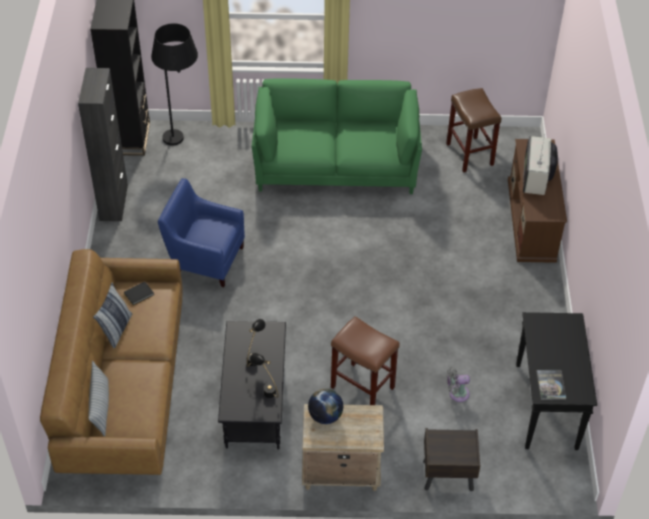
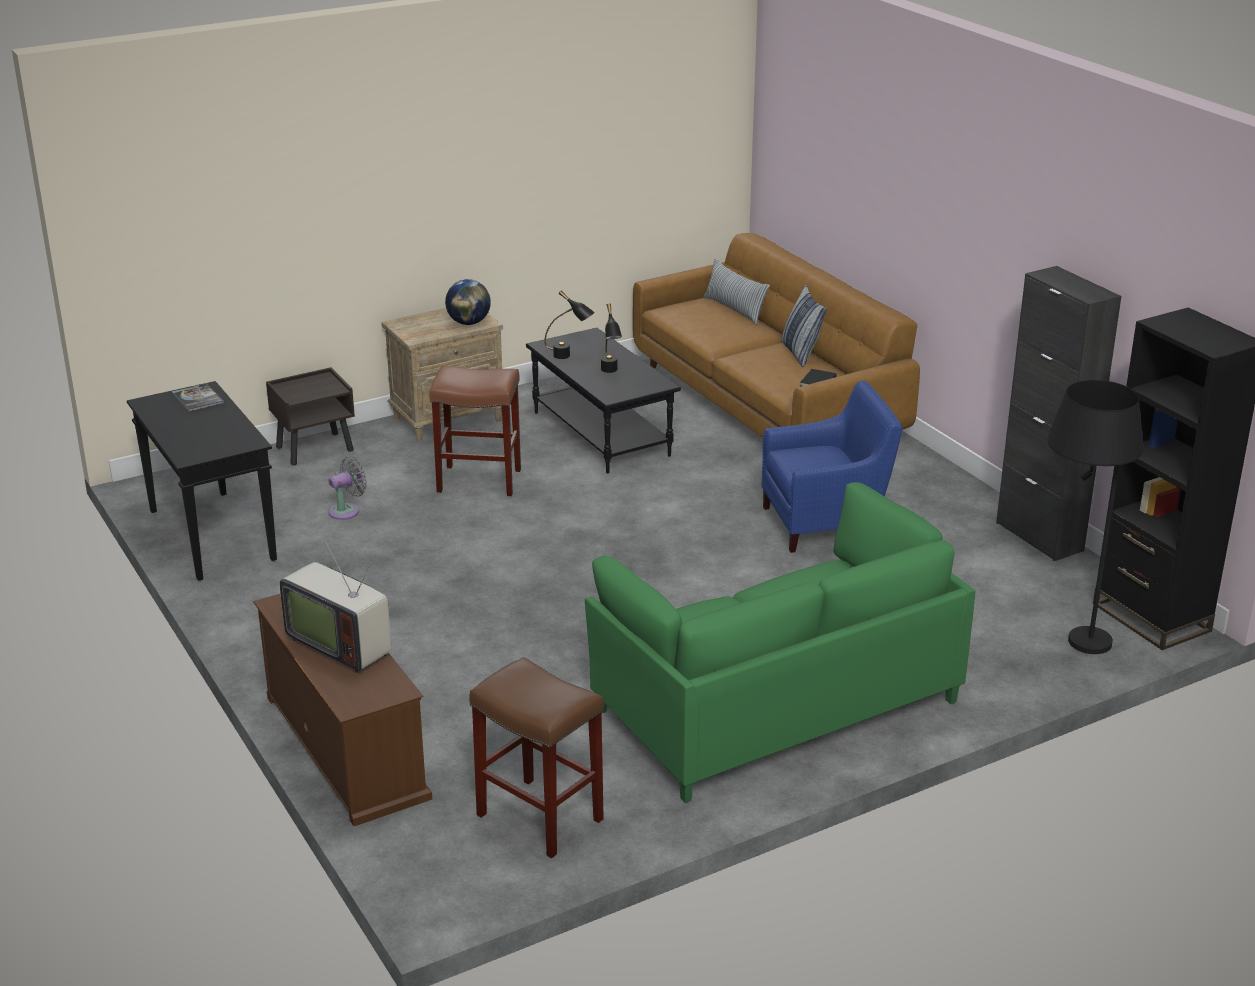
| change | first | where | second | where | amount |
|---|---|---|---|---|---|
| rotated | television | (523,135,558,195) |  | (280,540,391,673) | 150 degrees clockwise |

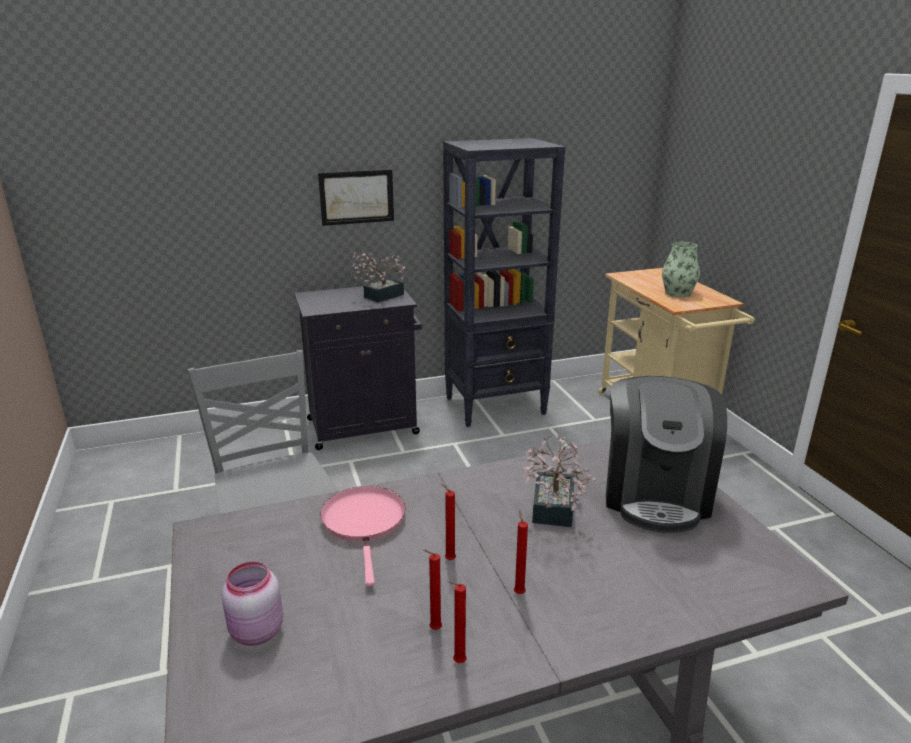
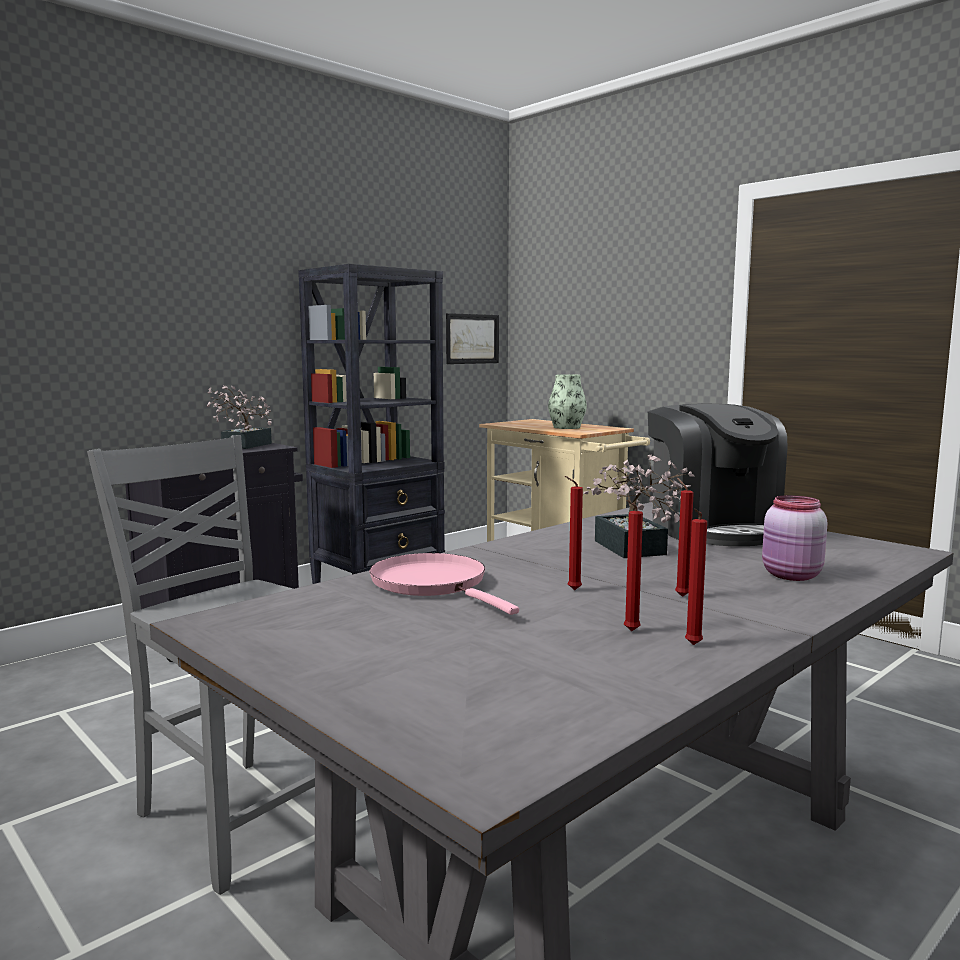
| change | first | where | second | where | amount |
|---|---|---|---|---|---|
| shifted | picture | (318,169,394,226) |  | (446,313,499,364) |  |
| shifted | jar/pink | (222,561,283,646) |  | (762,495,828,581) |  |

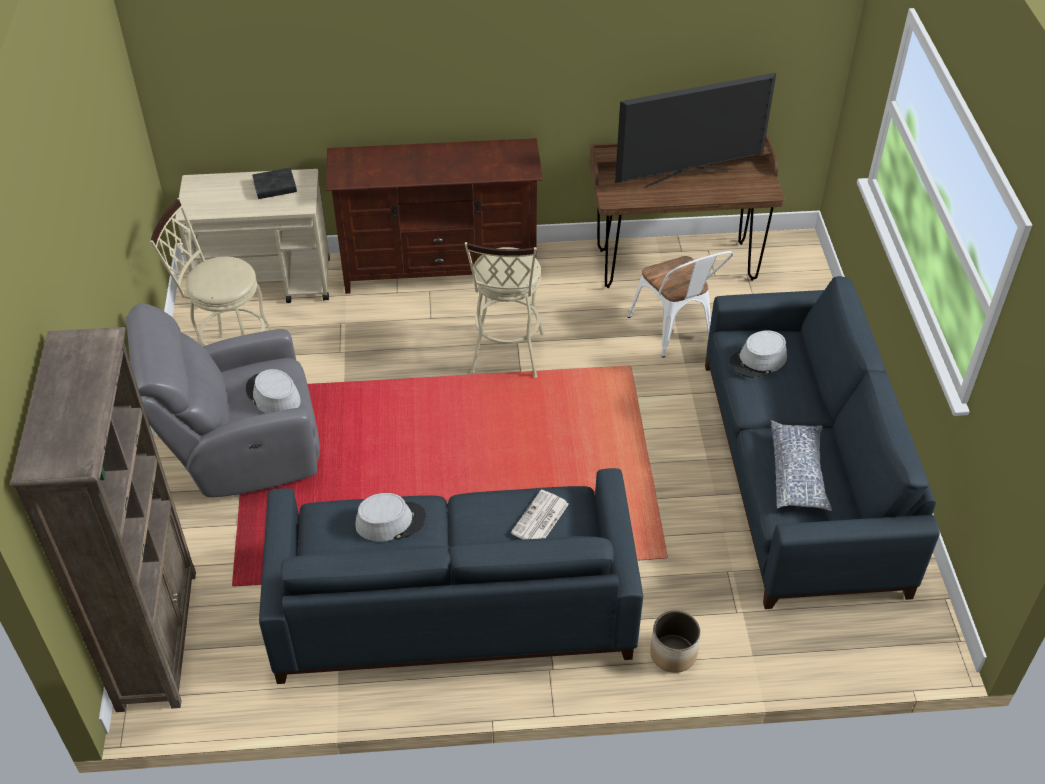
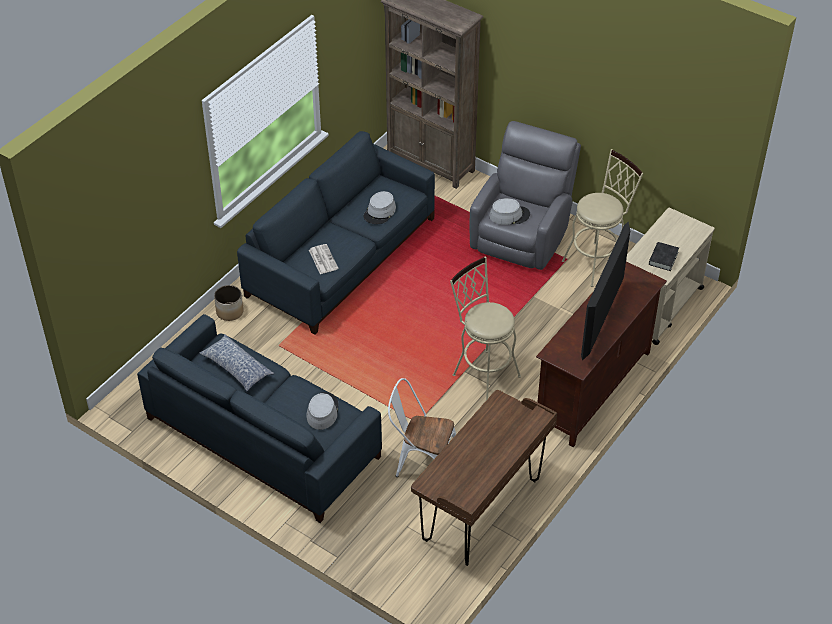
| change | first | where | second | where | amount |
|---|---|---|---|---|---|
| shifted | television | (615,73,776,188) |  | (581,222,630,361) |  |

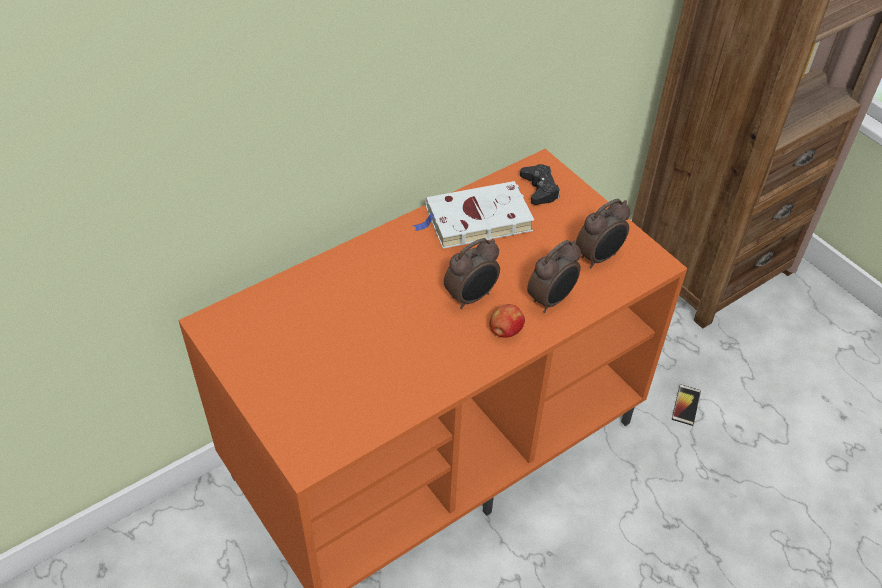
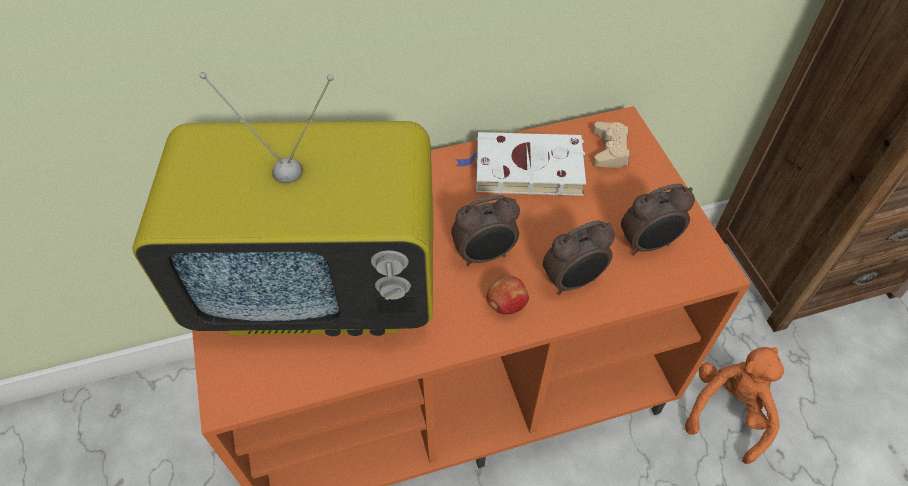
| change | first | where | second | where | amount |
|---|---|---|---|---|---|
| new |  |  | television | (132,72,433,336) |  |
| repainted | game controller/black | (520,164,560,205) | game controller/beige | (593,122,630,168) |  |
| swapped | phone | (672,384,701,426) | plush toy/orange | (685,347,784,464) |  |

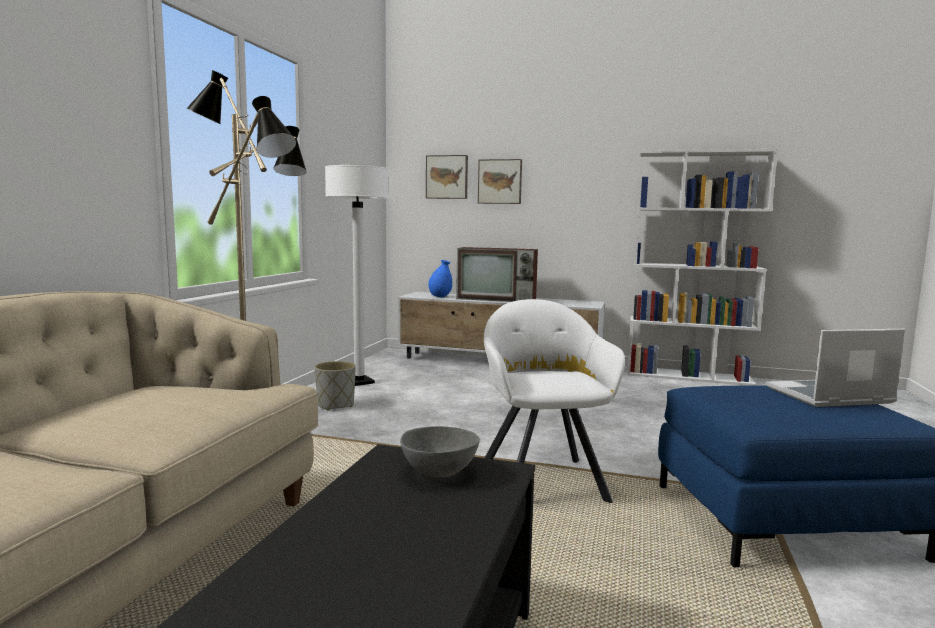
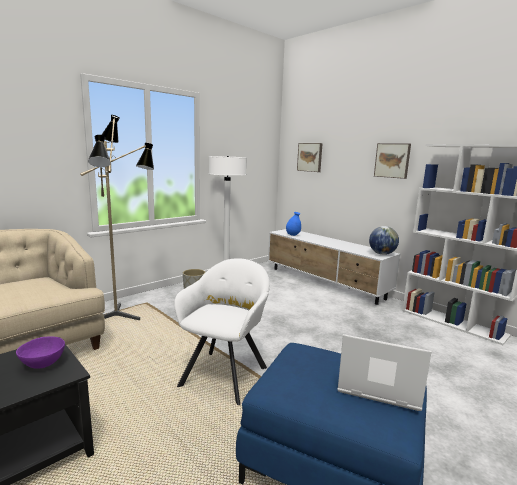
| change | first | where | second | where | amount |
|---|---|---|---|---|---|
| repainted | bowl/grey | (400,426,480,477) | bowl/purple | (16,336,65,369) |  |
| new |  |  | globe | (369,226,399,255) |  |
| shifted | picture | (478,159,522,204) |  | (374,143,411,179) |  |
| gone | television | (456,247,538,302) |  |  |  |

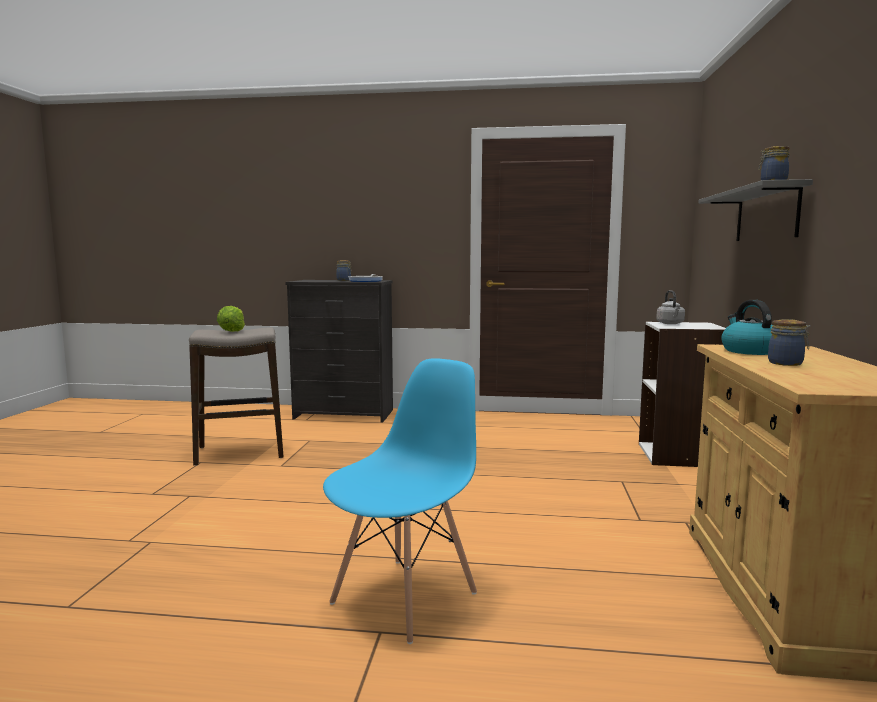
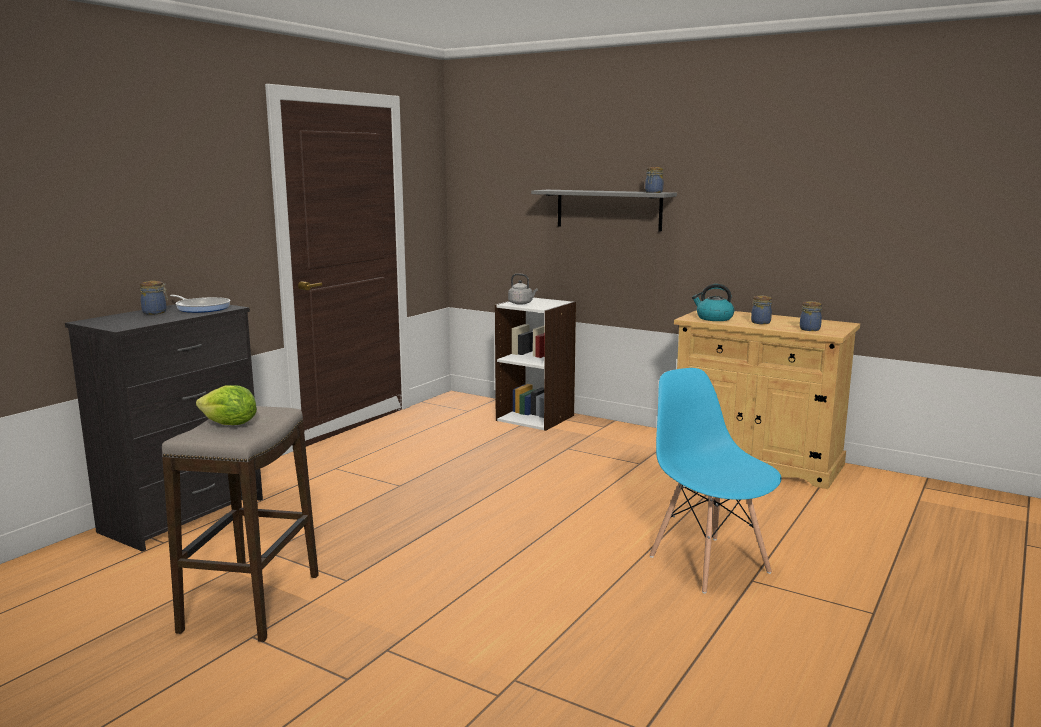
| change | first | where | second | where | amount |
|---|---|---|---|---|---|
| new |  |  | jar | (800,301,822,331) |  |

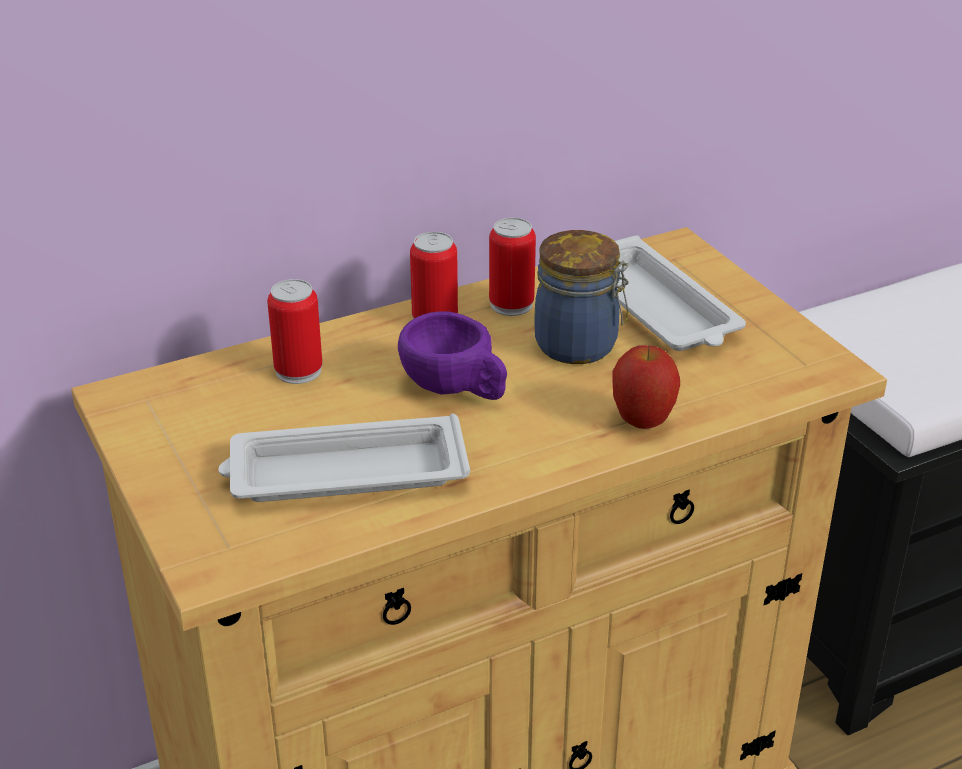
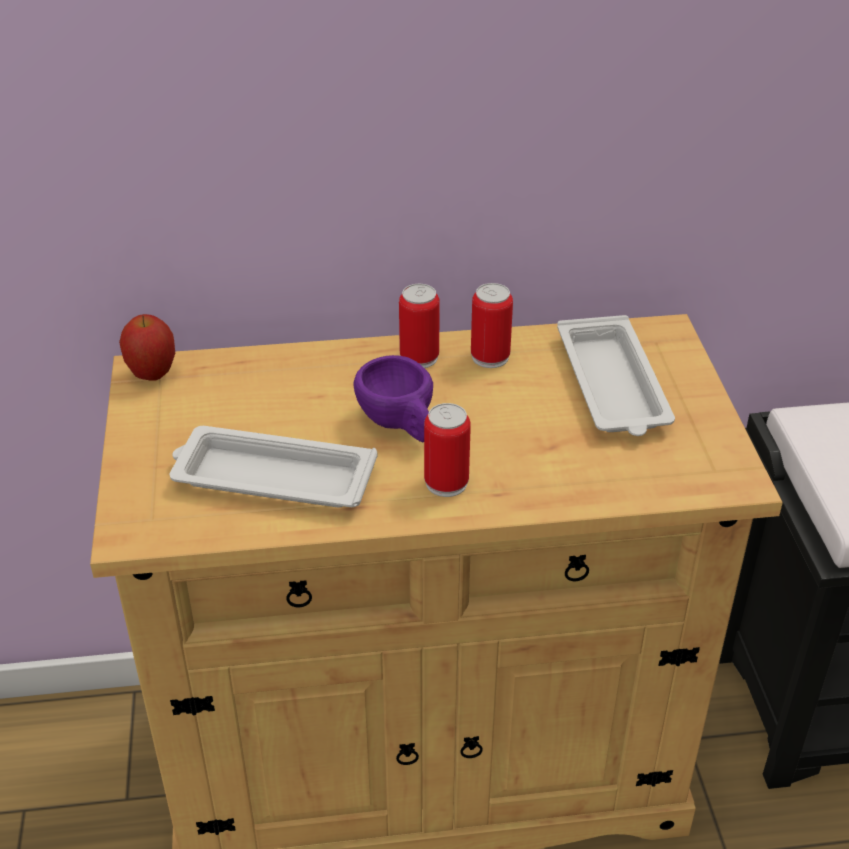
| change | first | where | second | where | amount |
|---|---|---|---|---|---|
| shifted | apple | (612,345,680,429) |  | (119,314,175,381) |  |
| shifted | can | (267,279,322,384) |  | (424,403,471,497) |  |
| gone | jar | (534,230,629,364) |  |  |  |

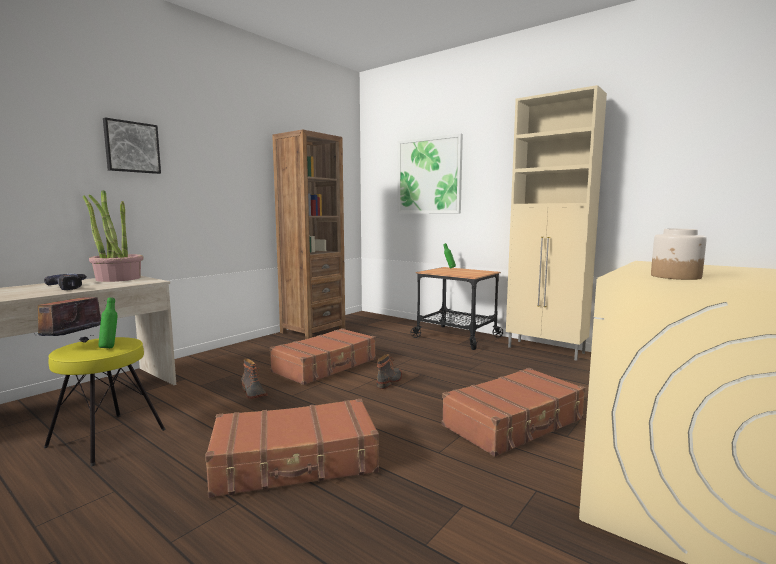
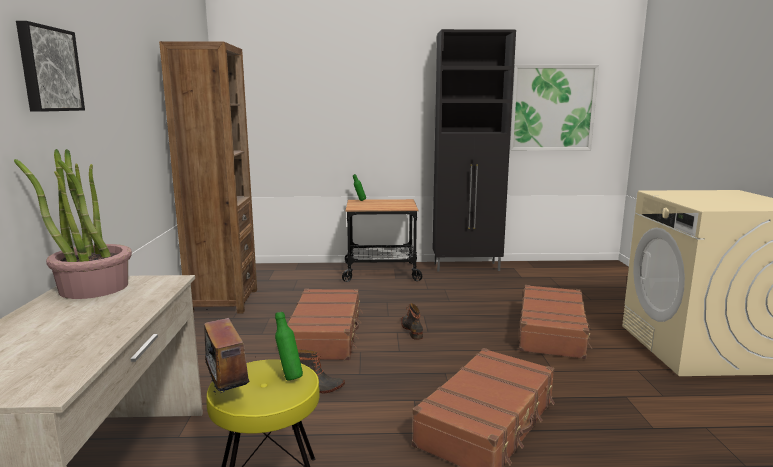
| change | first | where | second | where | amount |
|---|---|---|---|---|---|
| repainted | cabinet/beige | (506,85,607,361) | cabinet/black | (433,29,516,272) |  |
| shifted | picture | (397,133,463,213) |  | (510,65,599,151) |  |
| gone | power drill | (44,274,87,290) |  |  |  |
| gone | jar | (651,229,707,280) |  |  |  |

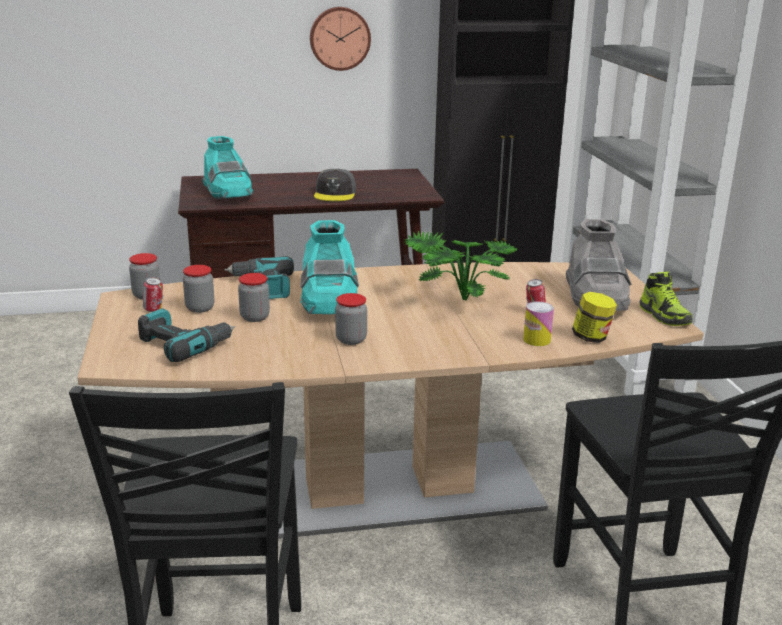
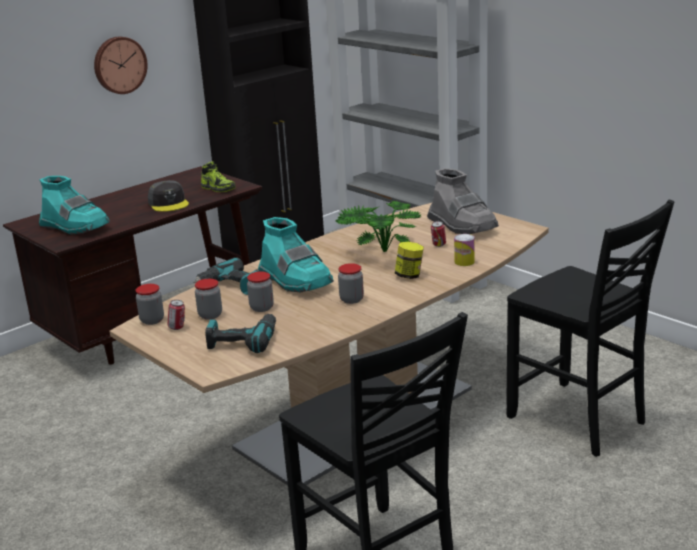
| change | first | where | second | where | amount |
|---|---|---|---|---|---|
| shifted | shoe | (639,271,693,326) |  | (201,161,236,192) |  |
| shifted | jar | (572,292,617,343) |  | (395,242,424,279) |  |

